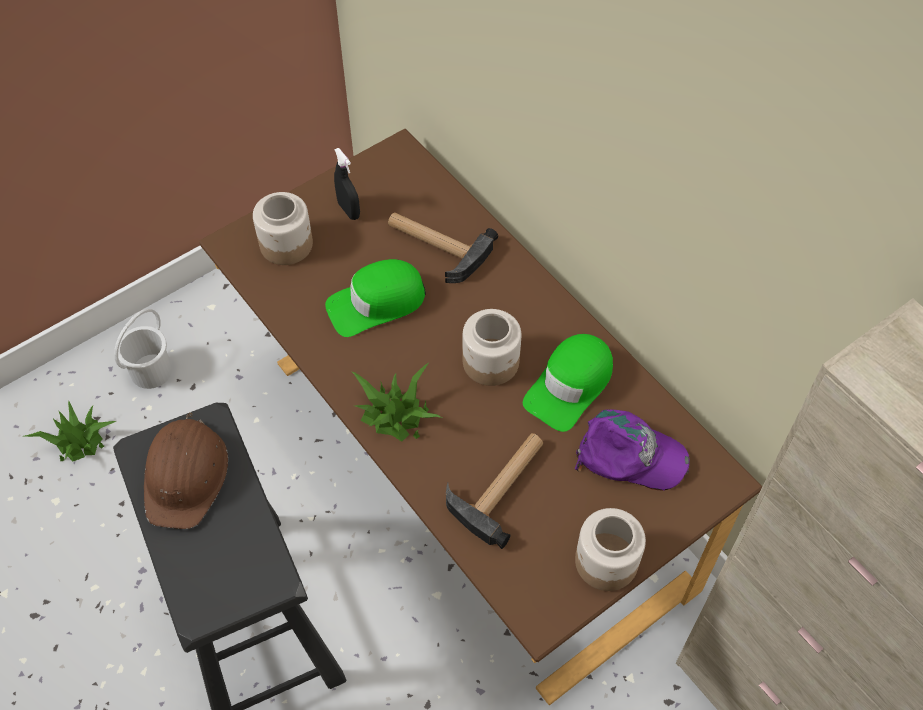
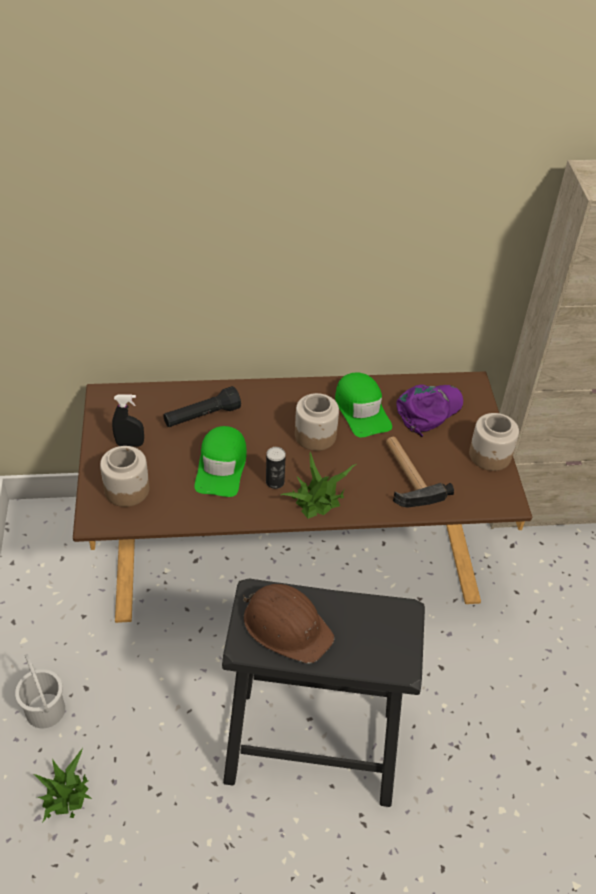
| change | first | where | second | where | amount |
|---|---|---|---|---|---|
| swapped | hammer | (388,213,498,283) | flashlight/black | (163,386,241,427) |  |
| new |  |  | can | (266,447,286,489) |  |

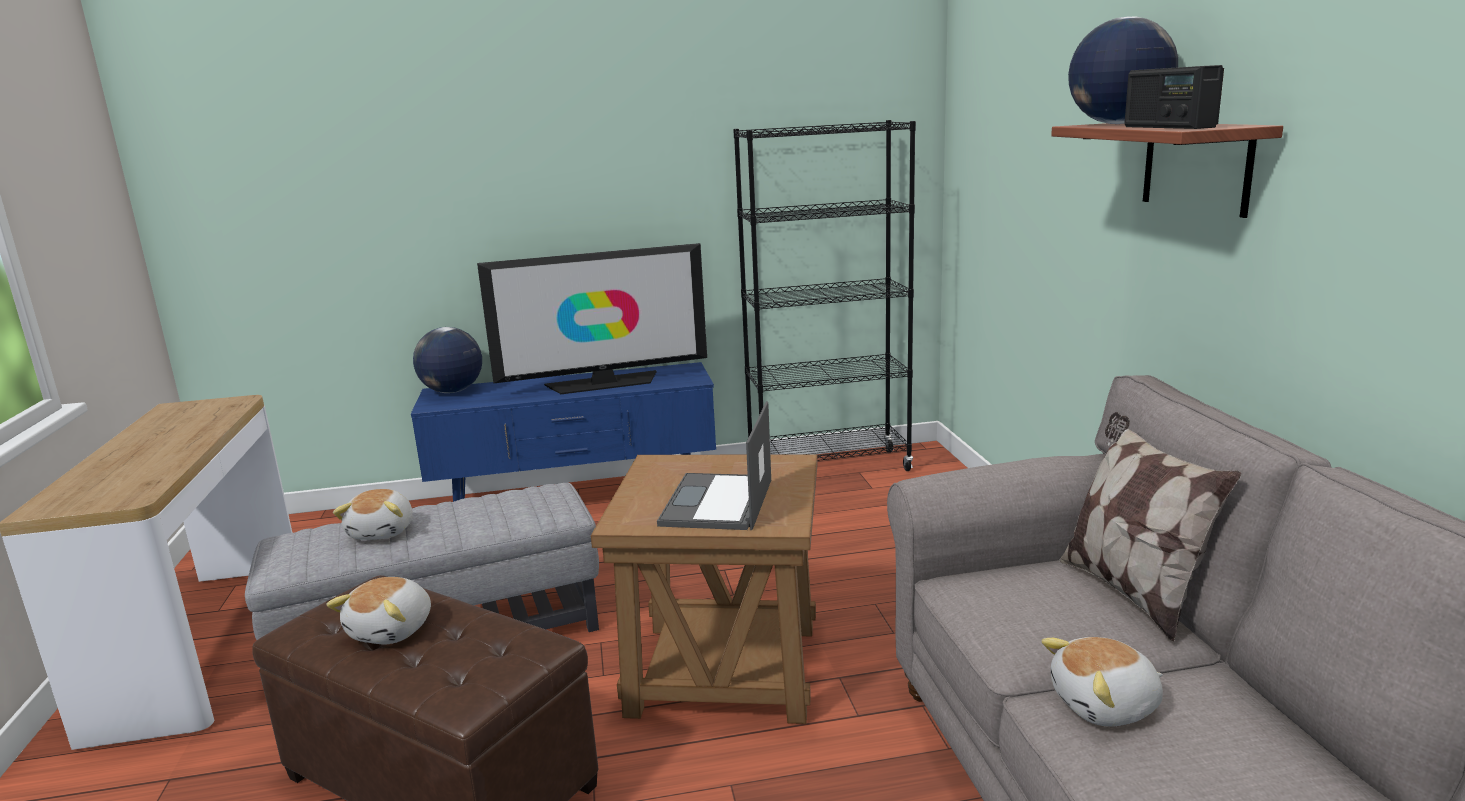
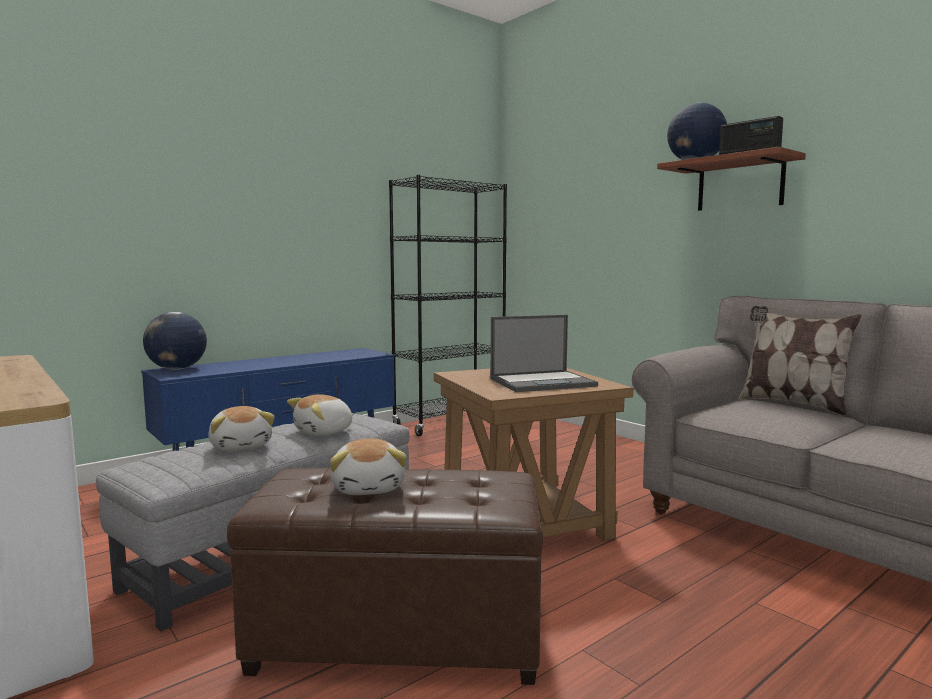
| change | first | where | second | where | amount |
|---|---|---|---|---|---|
| shifted | plush toy | (1041,637,1163,727) |  | (287,394,354,436) |  |
| rotated | laptop | (657,402,771,530) |  | (491,315,598,392) | 90 degrees counterclockwise |
| gone | television | (477,243,707,394) |  |  |  |

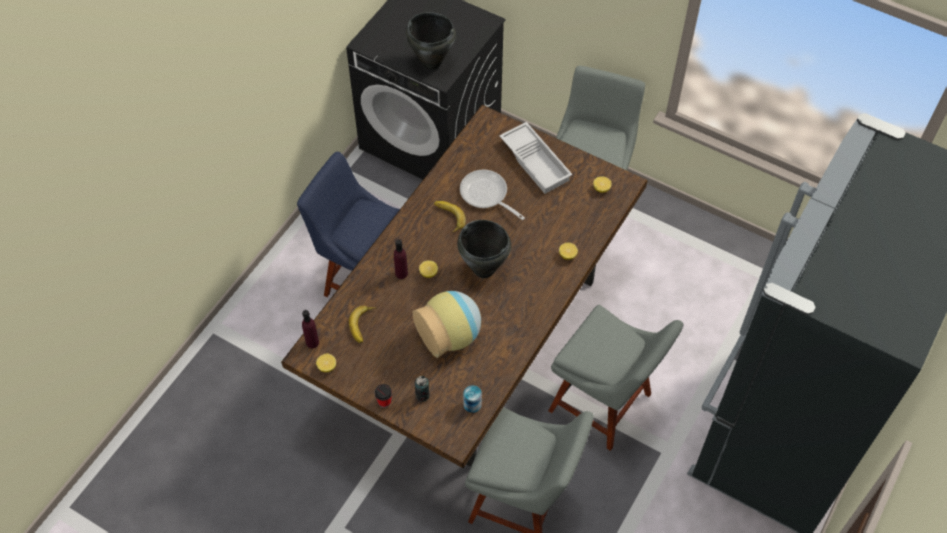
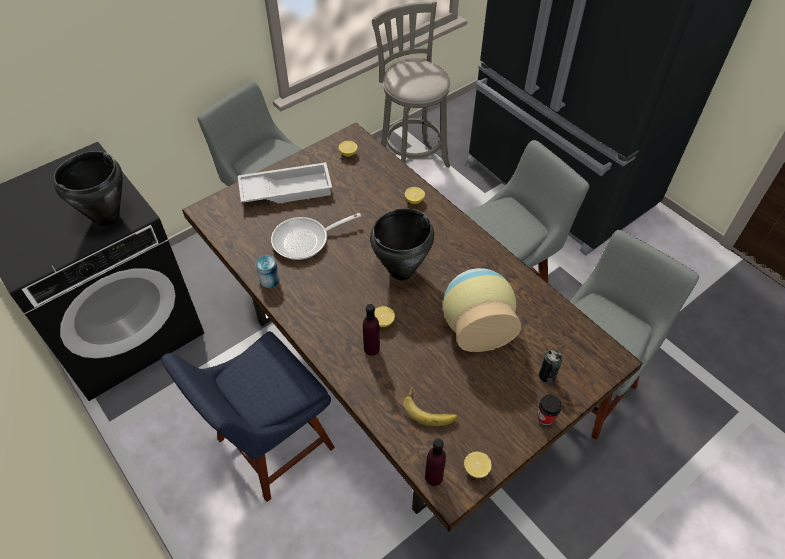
| change | first | where | second | where | amount |
|---|---|---|---|---|---|
| shifted | can | (463,385,482,413) |  | (256,255,280,288) |  |
| new |  |  | stool/grey | (372,1,450,168) |  |
| gone | banana | (434,201,466,233) |  |  |  |

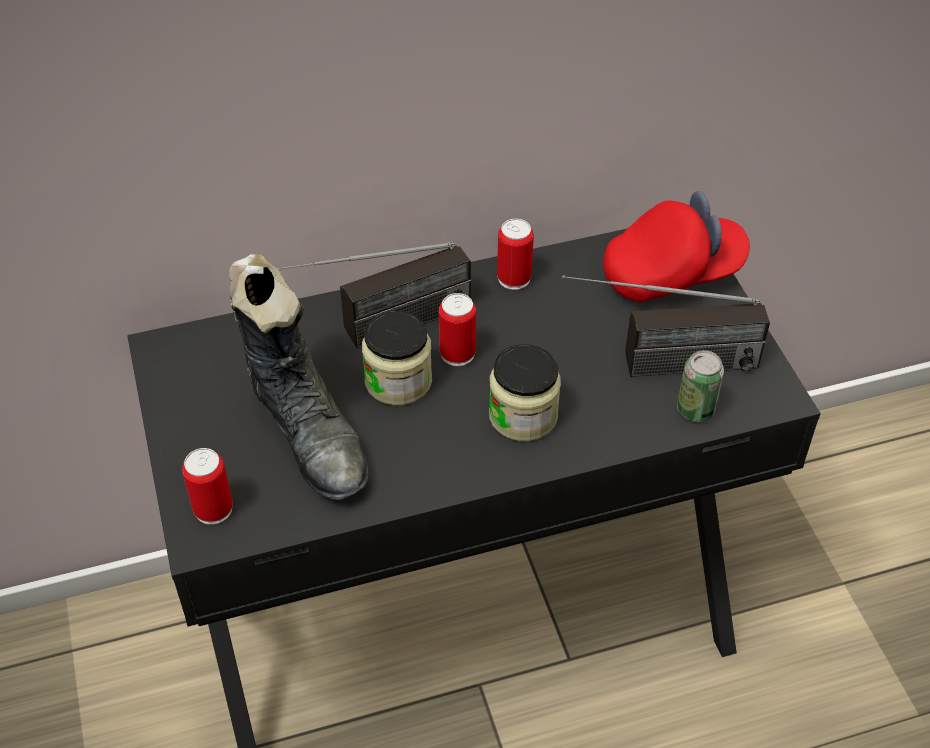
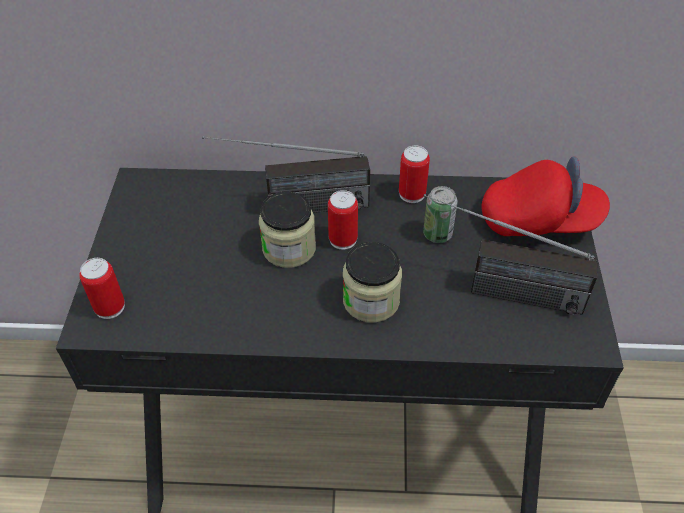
| change | first | where | second | where | amount |
|---|---|---|---|---|---|
| shifted | can | (677,350,724,422) |  | (423,186,458,243) |  |
| gone | boot/black | (229,254,369,500) |  |  |  |

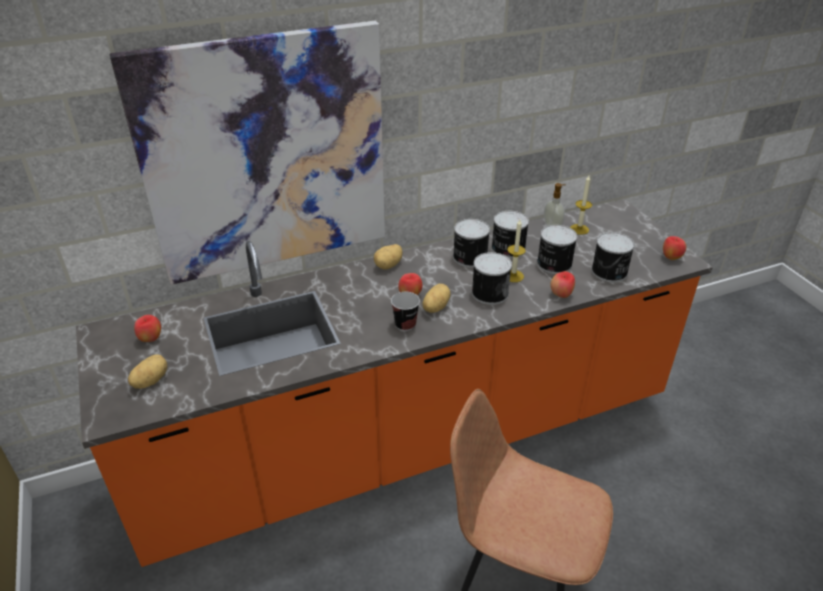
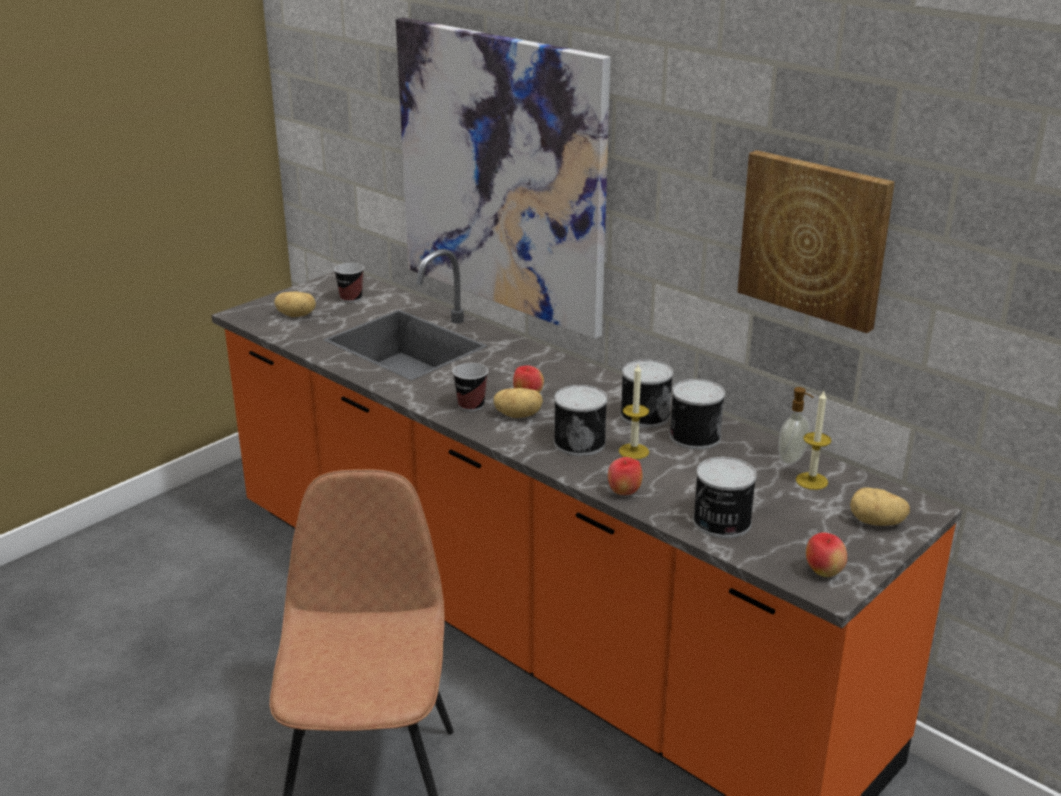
| change | first | where | second | where | amount |
|---|---|---|---|---|---|
| swapped | apple | (134,315,161,342) | cup | (334,263,364,303) |  |
| new |  |  | picture | (737,150,895,333) |  |
| shifted | potato | (374,244,403,270) |  | (850,487,910,526) |  |
| gone | can | (537,225,577,274) |  |  |  |

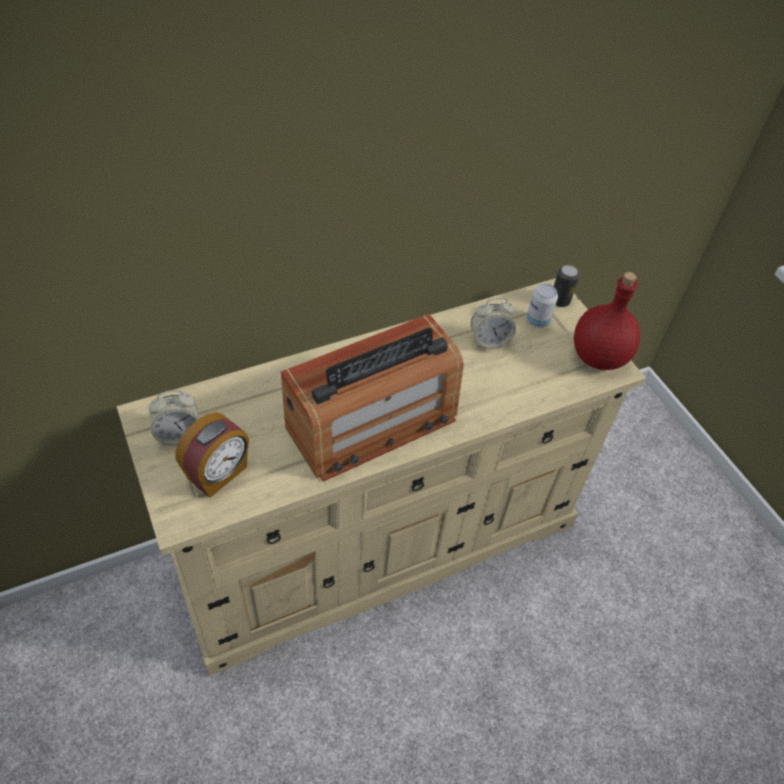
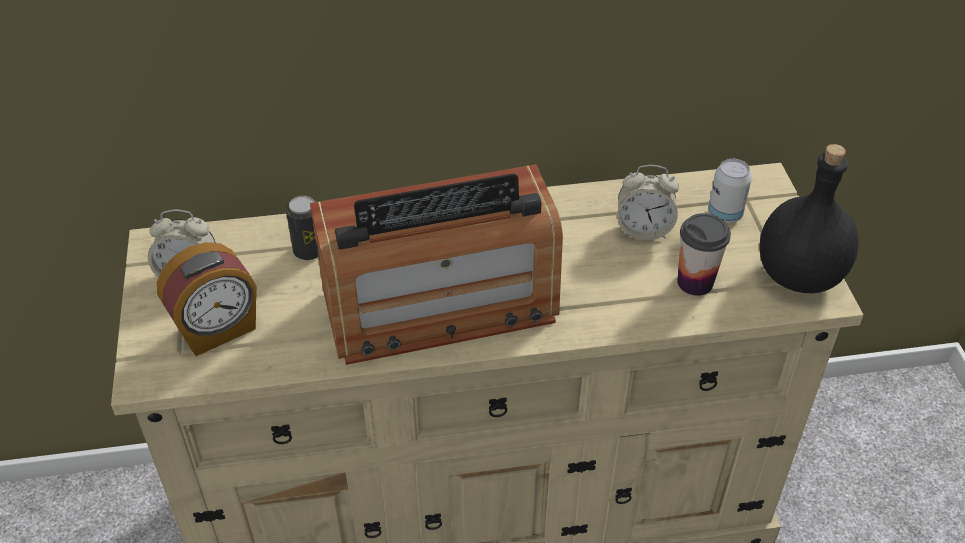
| change | first | where | second | where | amount |
|---|---|---|---|---|---|
| shifted | can | (554,265,580,307) |  | (286,196,318,260) |  |
| new |  |  | cup | (677,213,731,296) |  |
| repainted | bottle/red | (574,272,640,370) | bottle/black | (759,144,859,293) |  |

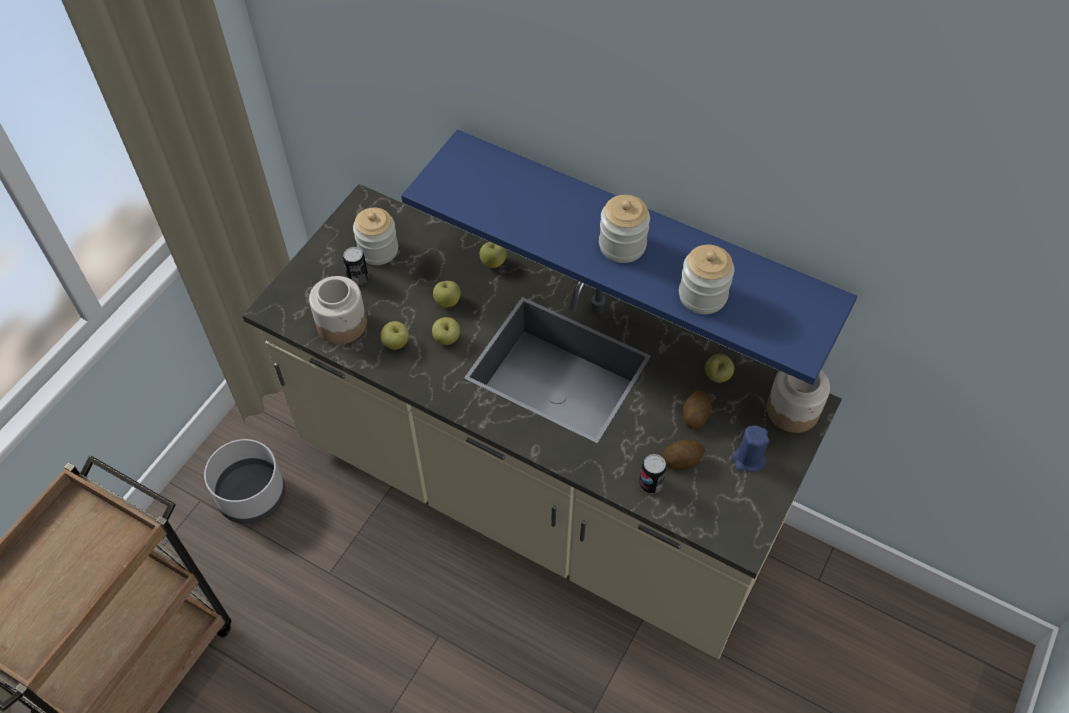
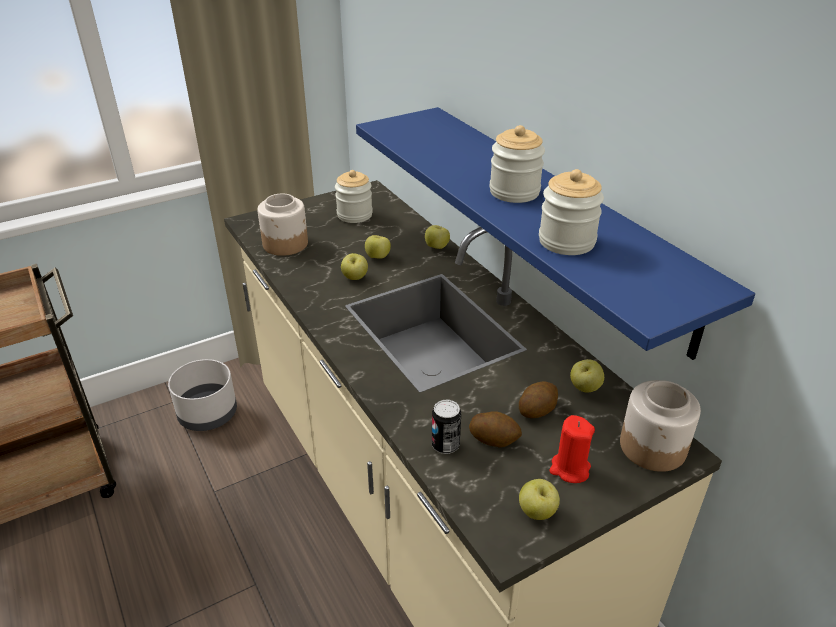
| change | first | where | second | where | amount |
|---|---|---|---|---|---|
| shifted | apple | (380,321,409,350) |  | (519,479,560,520) |  |
| repainted | candle/blue | (732,425,770,472) | candle/red | (550,415,595,483) |  |
| gone | can | (343,247,369,285) |  |  |  |

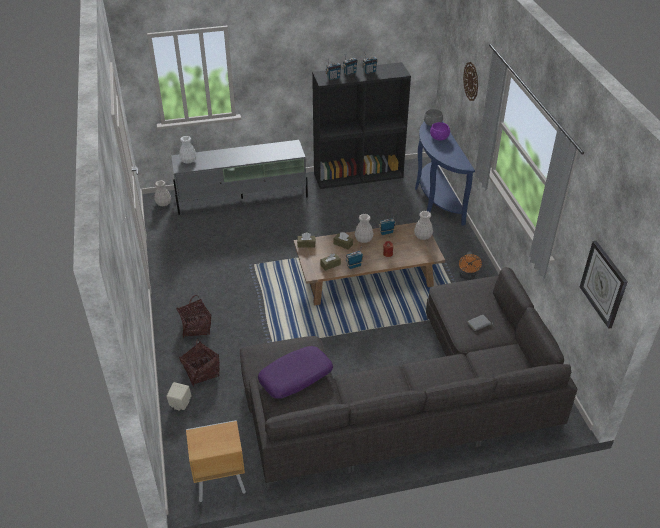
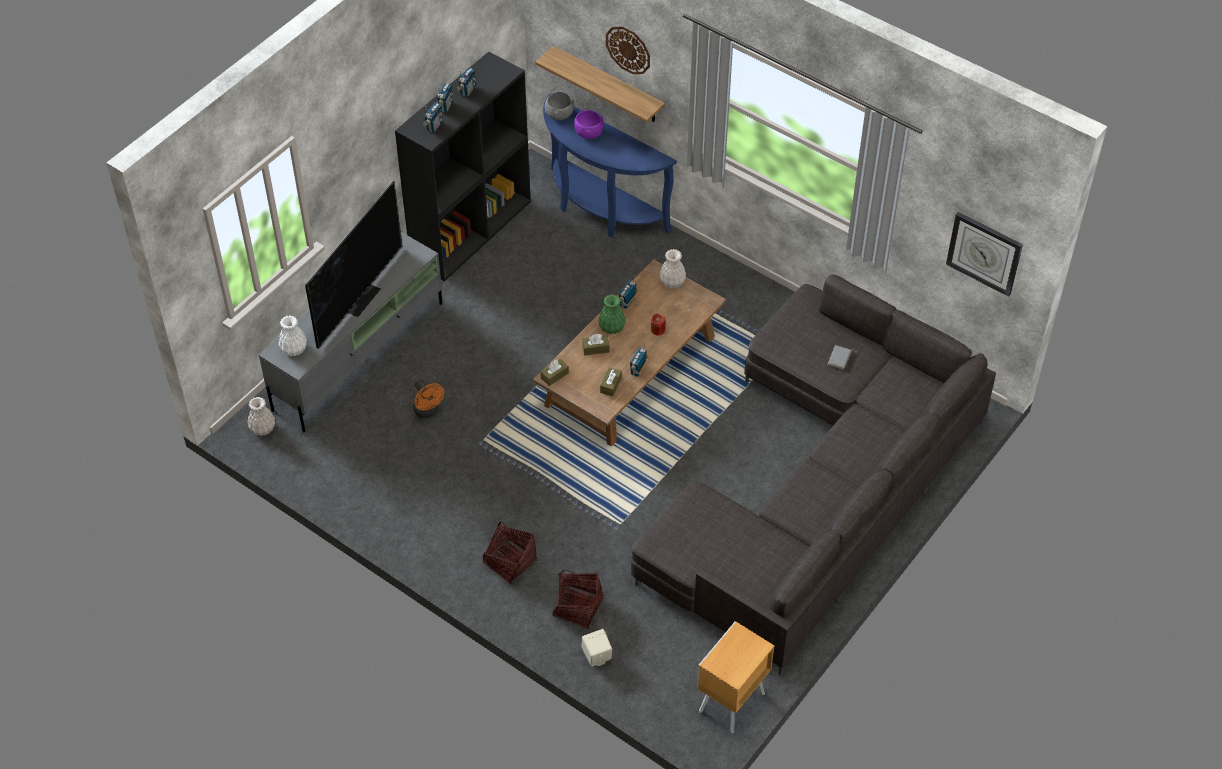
| change | first | where | second | where | amount |
|---|---|---|---|---|---|
| new |  |  | television | (305,181,402,349) |  |
| shifted | fan/orange | (459,252,482,280) |  | (413,379,444,418) |  |
| new |  |  | shelf | (535,46,665,122) |  |
| repainted | vase/white | (354,214,374,243) | vase/green | (598,295,626,334) |  |
| gone | pillow/purple | (258,346,333,399) |  |  |  |

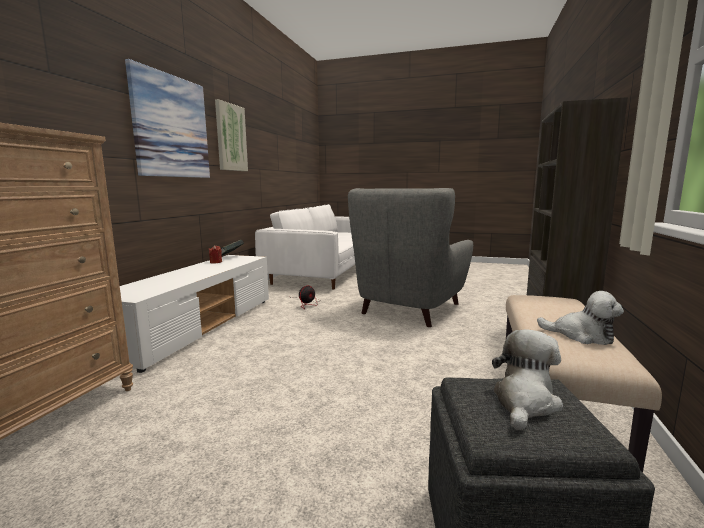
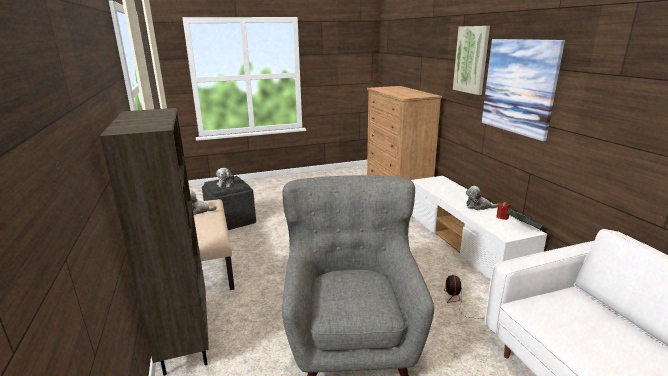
| change | first | where | second | where | amount |
|---|---|---|---|---|---|
| shifted | picture | (215,99,248,171) |  | (453,26,490,95) |  |
| new |  |  | plush toy | (466,186,498,210) |  |

